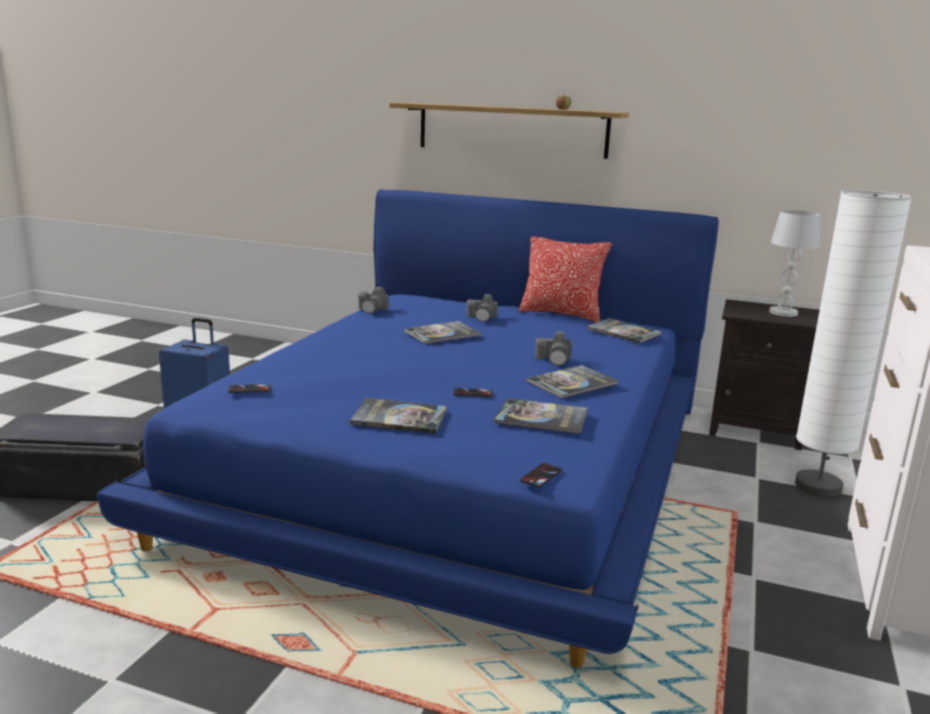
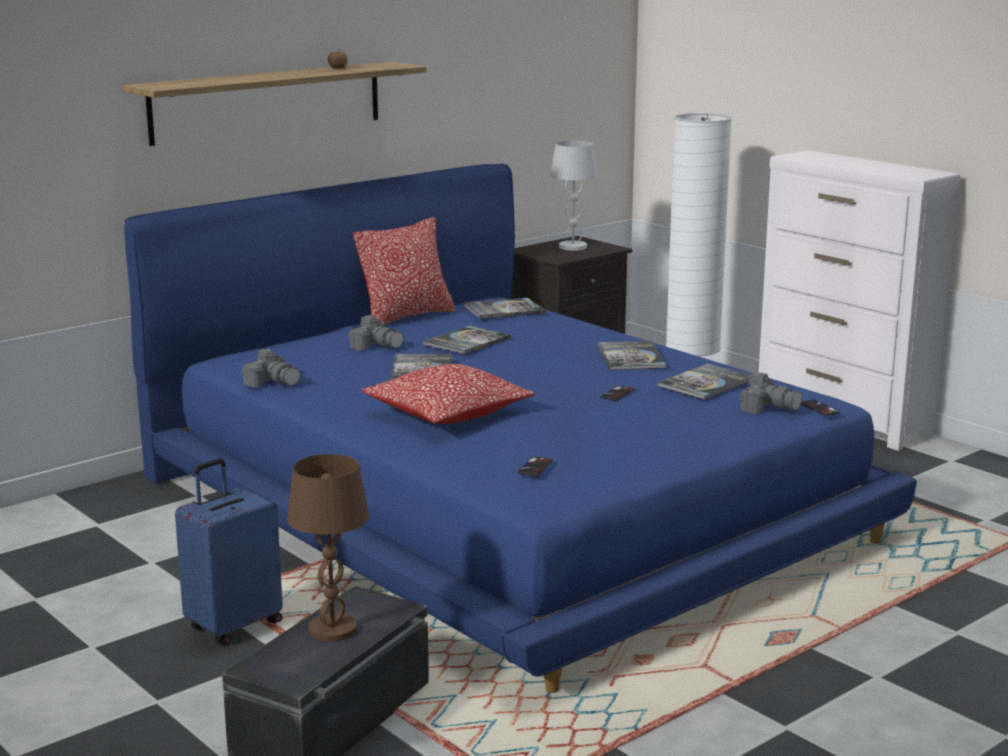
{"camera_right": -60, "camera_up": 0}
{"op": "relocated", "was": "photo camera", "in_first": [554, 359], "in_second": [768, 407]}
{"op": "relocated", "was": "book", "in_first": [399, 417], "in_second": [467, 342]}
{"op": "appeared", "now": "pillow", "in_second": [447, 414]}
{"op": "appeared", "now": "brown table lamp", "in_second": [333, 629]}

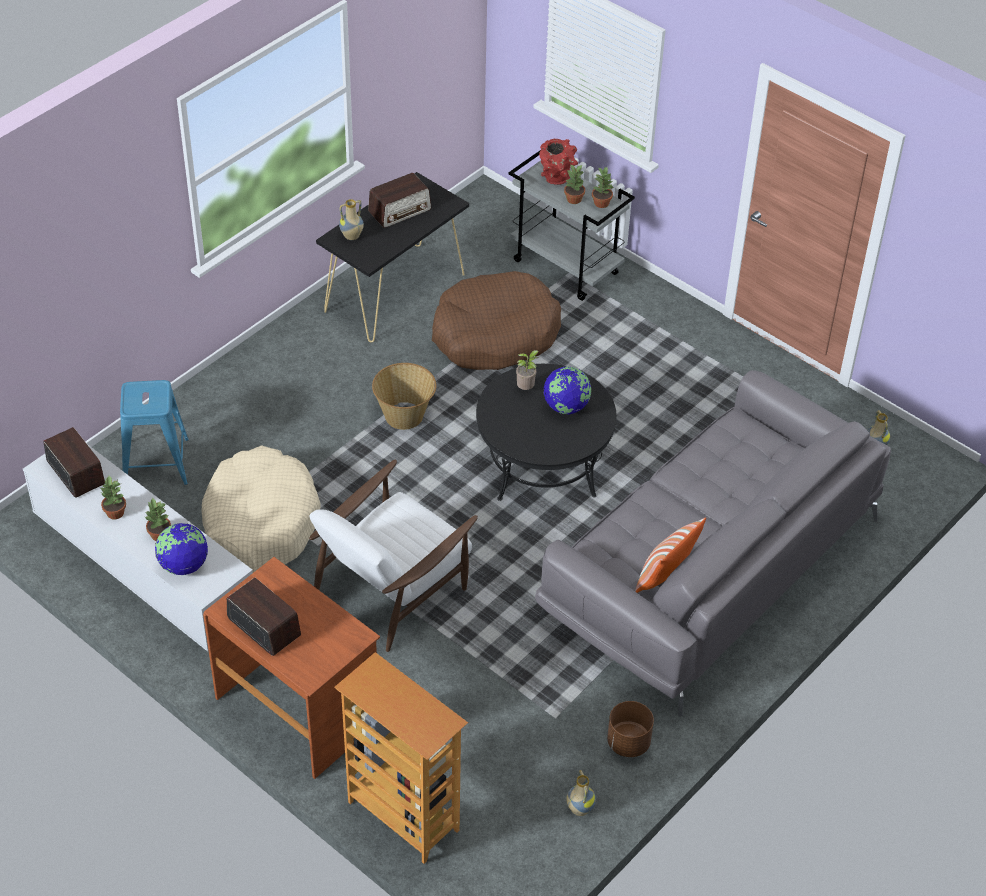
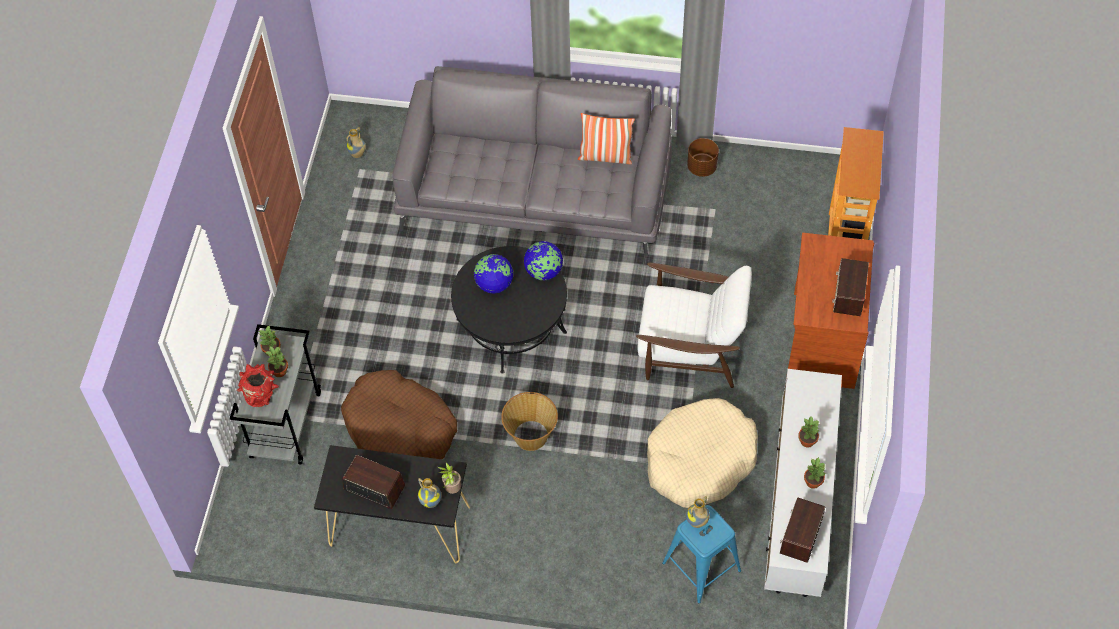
{"camera_right": -120, "camera_up": 10}
{"op": "relocated", "was": "potted plant", "in_first": [526, 388], "in_second": [452, 489]}
{"op": "relocated", "was": "globe", "in_first": [183, 565], "in_second": [543, 272]}
{"op": "relocated", "was": "vase", "in_first": [579, 809], "in_second": [697, 522]}

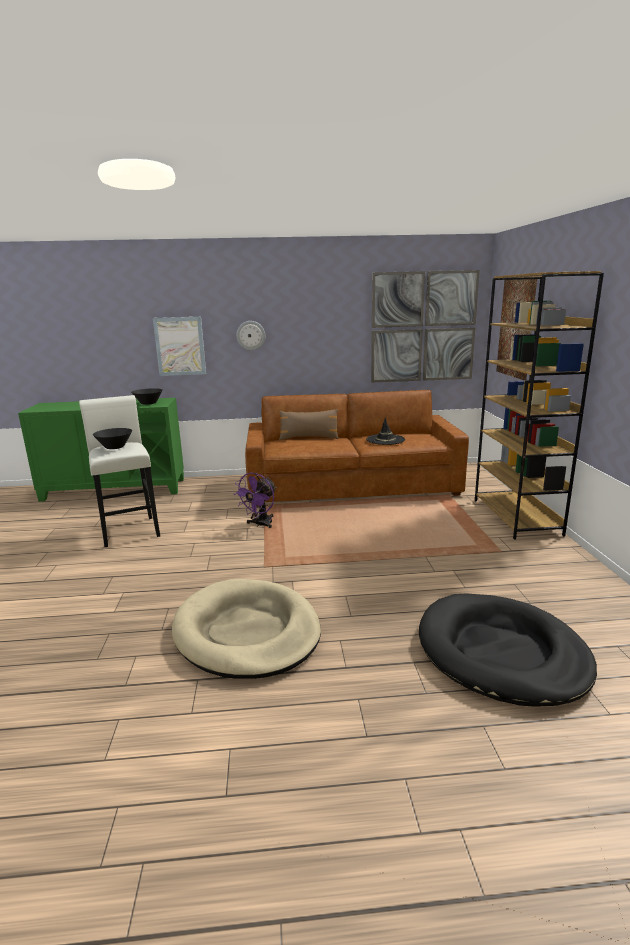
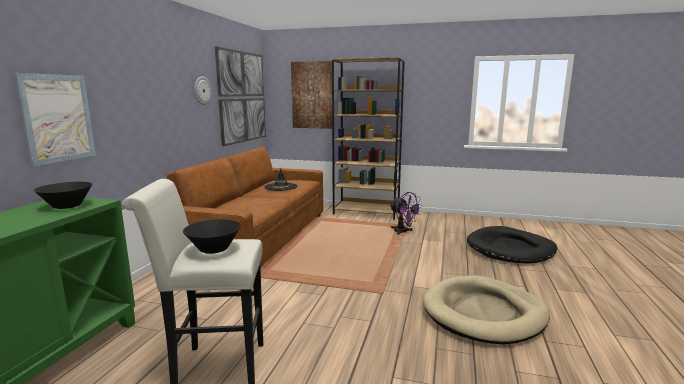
{"camera_right": -70, "camera_up": -5}
{"op": "relocated", "was": "wall clock", "in_first": [251, 335], "in_second": [202, 90]}
{"op": "missing", "was": "brown pillow", "in_first": [309, 438]}
{"op": "relocated", "was": "purple fan", "in_first": [260, 524], "in_second": [403, 232]}

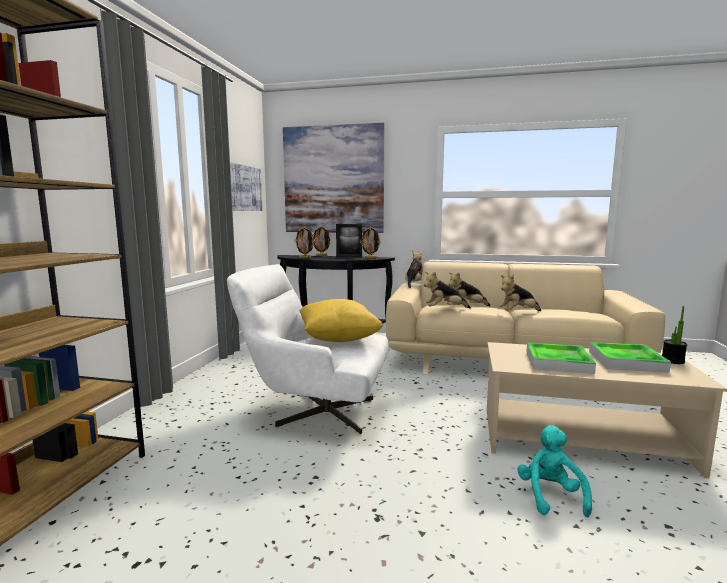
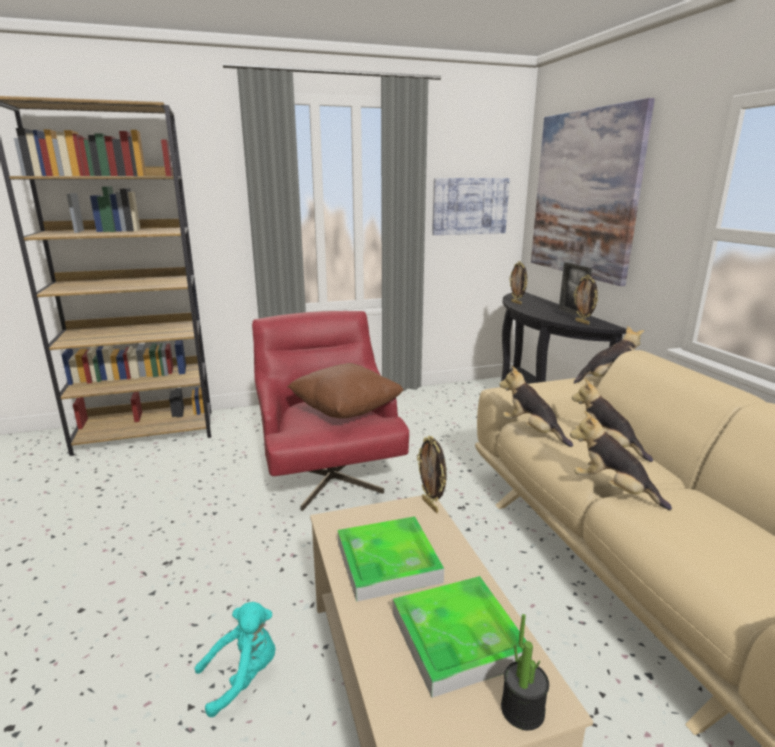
{"camera_right": 60, "camera_up": 10}
{"op": "relocated", "was": "picture frame", "in_first": [321, 256], "in_second": [431, 505]}
{"op": "colour", "was": "white armchair", "now": "red armchair", "in_first": [314, 411], "in_second": [328, 471]}
{"op": "colour", "was": "yellow pillow", "now": "brown pillow", "in_first": [338, 339], "in_second": [346, 410]}

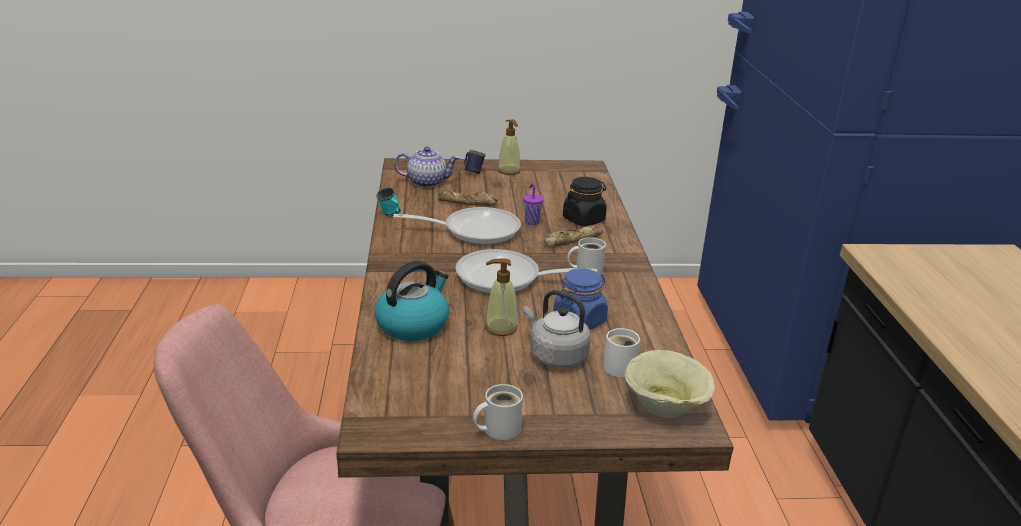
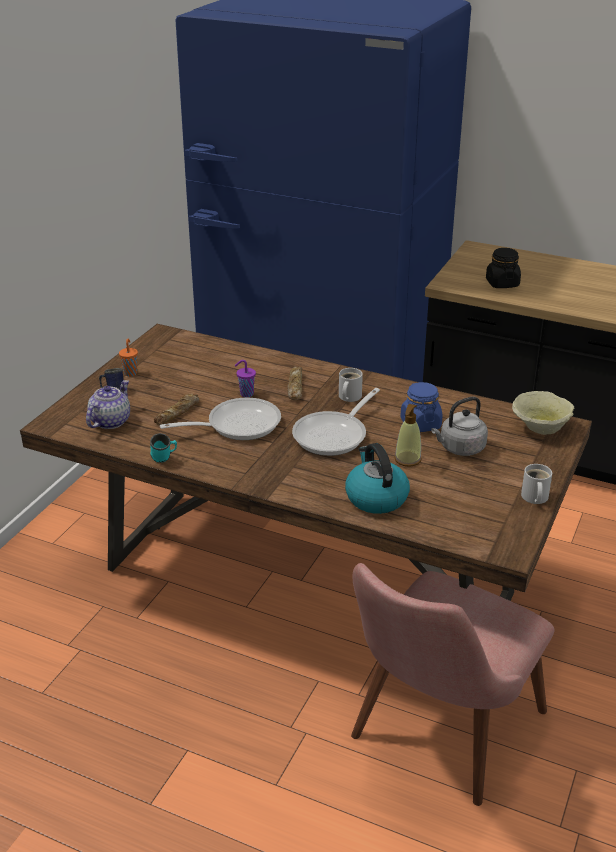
{"camera_right": -60, "camera_up": 5}
{"op": "exchanged", "was": "soap dispenser", "now": "orange cup", "in_first": [509, 171], "in_second": [130, 373]}
{"op": "relocated", "was": "black jar", "in_first": [584, 219], "in_second": [502, 283]}
{"op": "spun", "was": "frying pan", "in_first": [474, 230], "in_second": [237, 425], "clockwise": 45}
{"op": "missing", "was": "white mug", "in_first": [620, 366]}

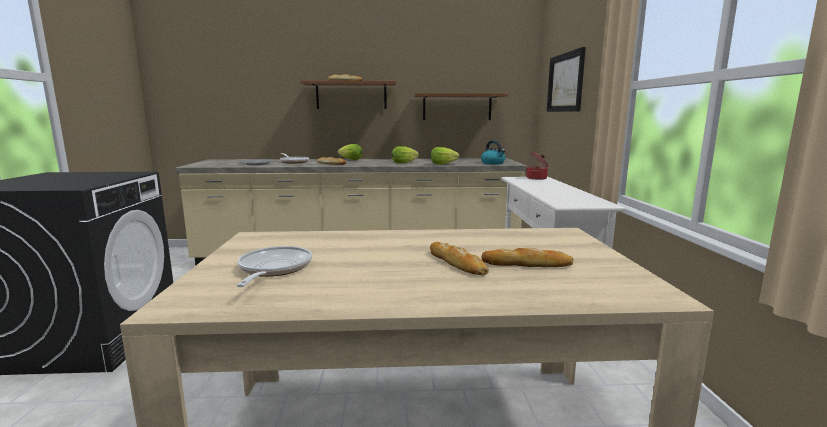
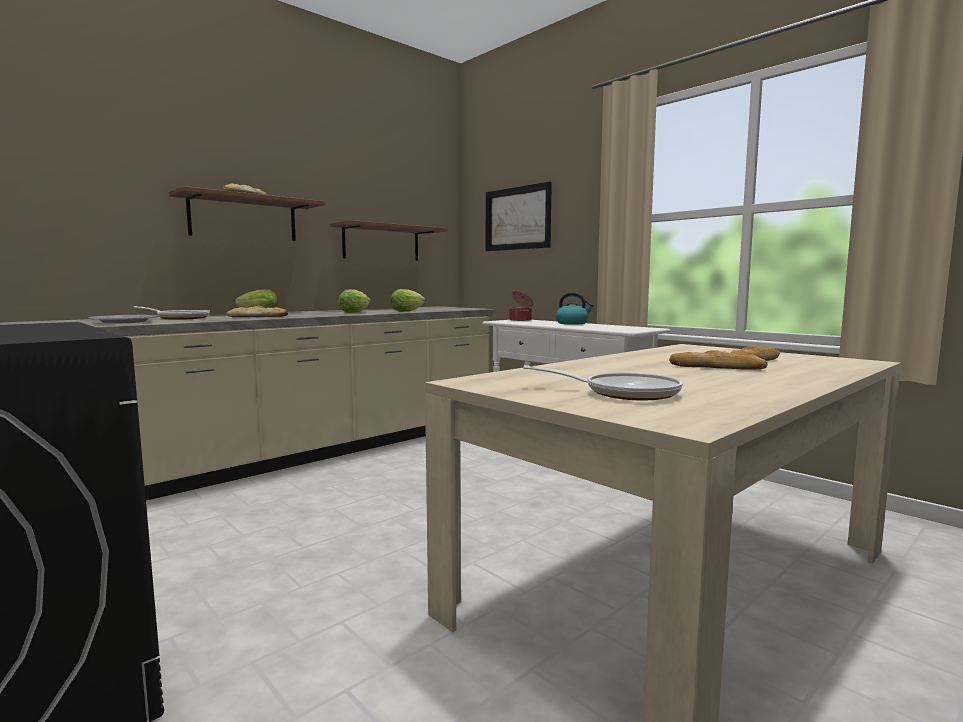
{"camera_right": -40, "camera_up": -5}
{"op": "relocated", "was": "kettle", "in_first": [493, 163], "in_second": [572, 323]}
{"op": "spun", "was": "frying pan", "in_first": [273, 269], "in_second": [623, 393], "clockwise": 150}

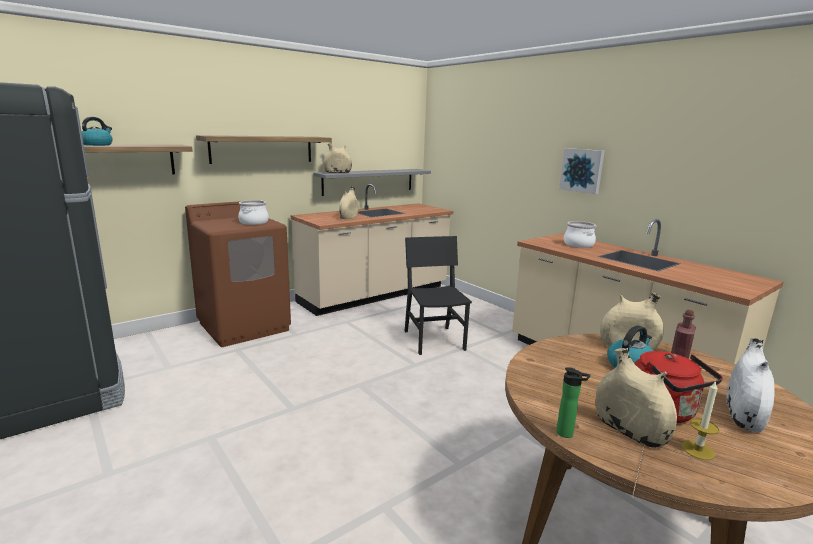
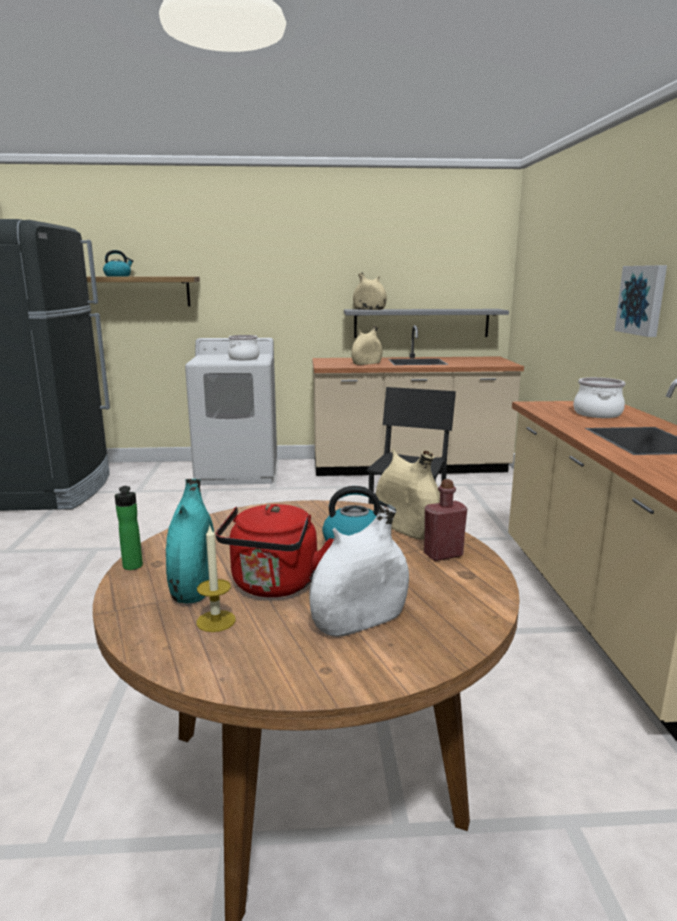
{"camera_right": 35, "camera_up": 0}
{"op": "missing", "was": "shelf", "in_first": [262, 149]}
{"op": "colour", "was": "brown washing machine", "now": "white washing machine", "in_first": [244, 326], "in_second": [238, 472]}
{"op": "colour", "was": "beige vase", "now": "turquoise vase", "in_first": [629, 430], "in_second": [194, 584]}

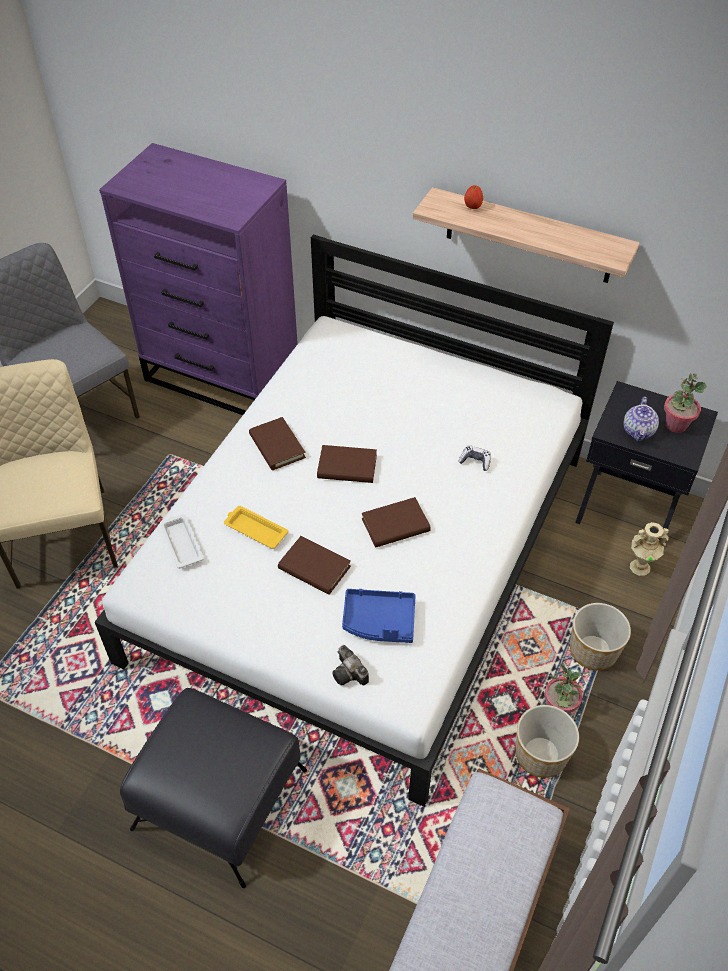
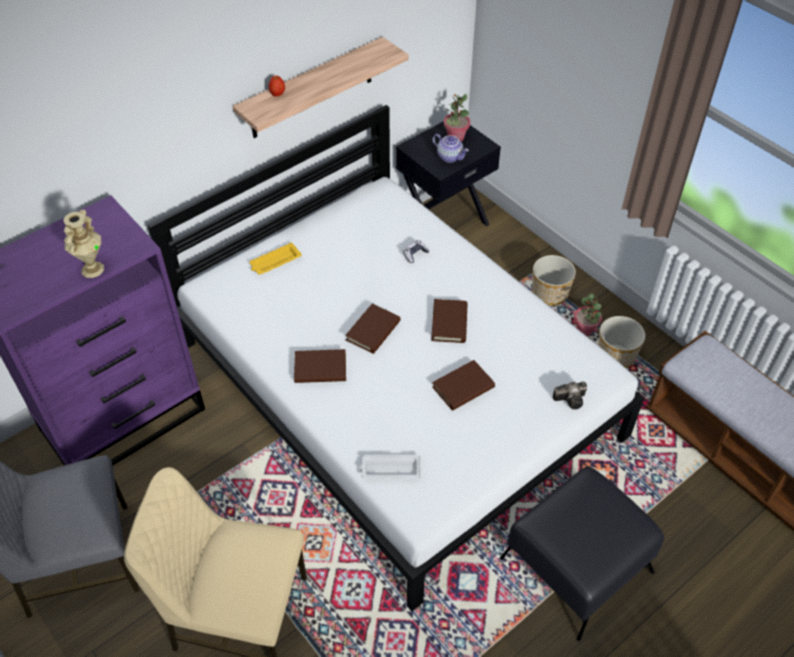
{"camera_right": -65, "camera_up": 0}
{"op": "relocated", "was": "yellow tray", "in_first": [255, 529], "in_second": [274, 262]}
{"op": "relocated", "was": "beige vase", "in_first": [640, 567], "in_second": [92, 269]}
{"op": "missing", "was": "blue tray", "in_first": [379, 621]}

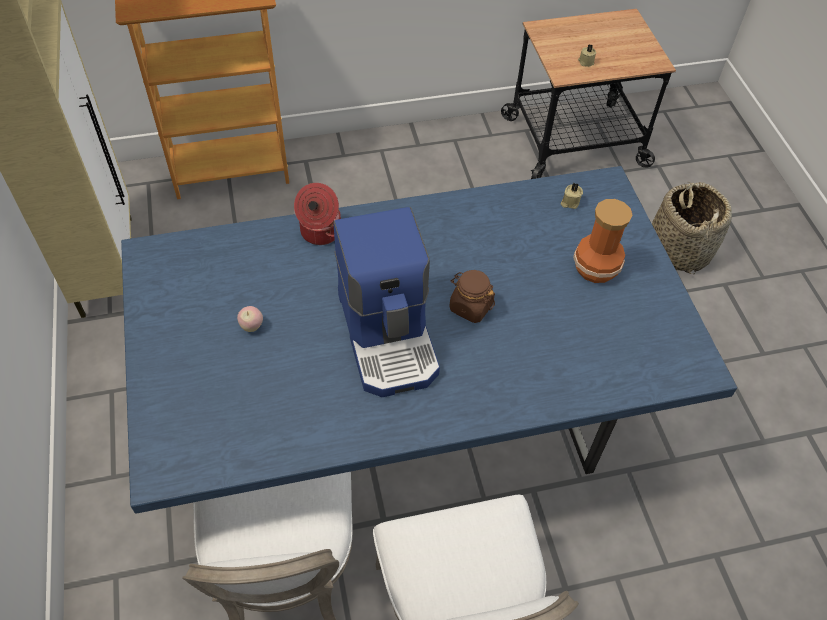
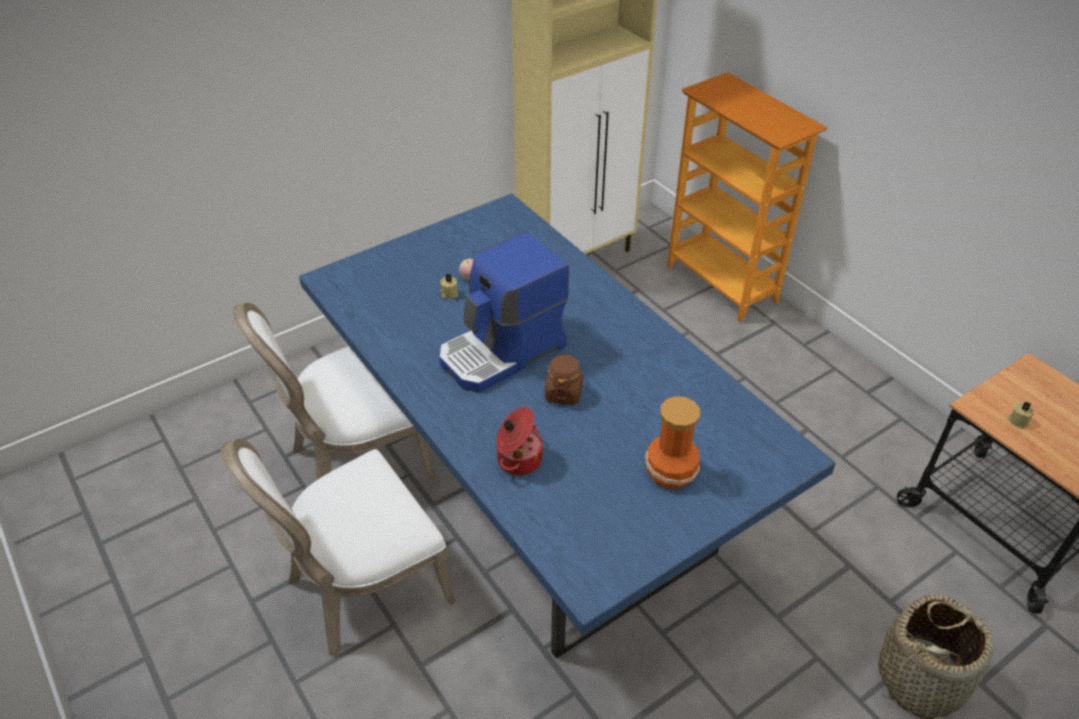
{"camera_right": 70, "camera_up": -10}
{"op": "relocated", "was": "cooking pot", "in_first": [319, 232], "in_second": [518, 459]}
{"op": "relocated", "was": "beige candle", "in_first": [569, 202], "in_second": [449, 293]}

